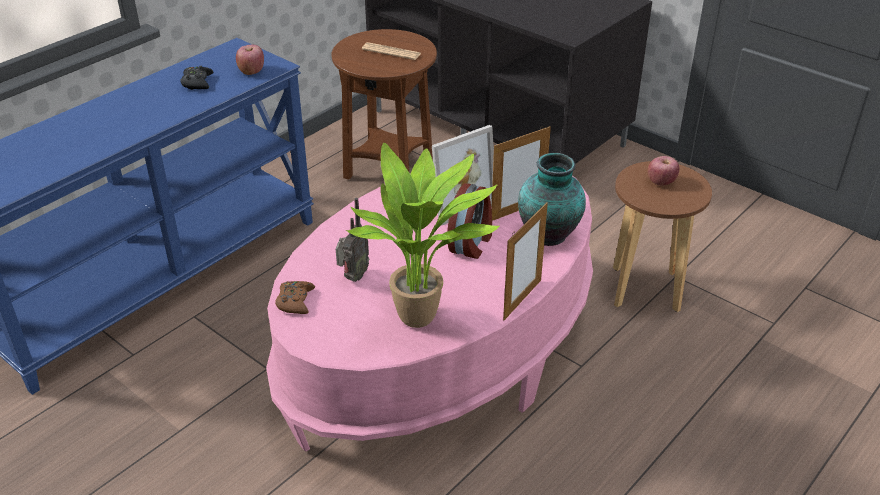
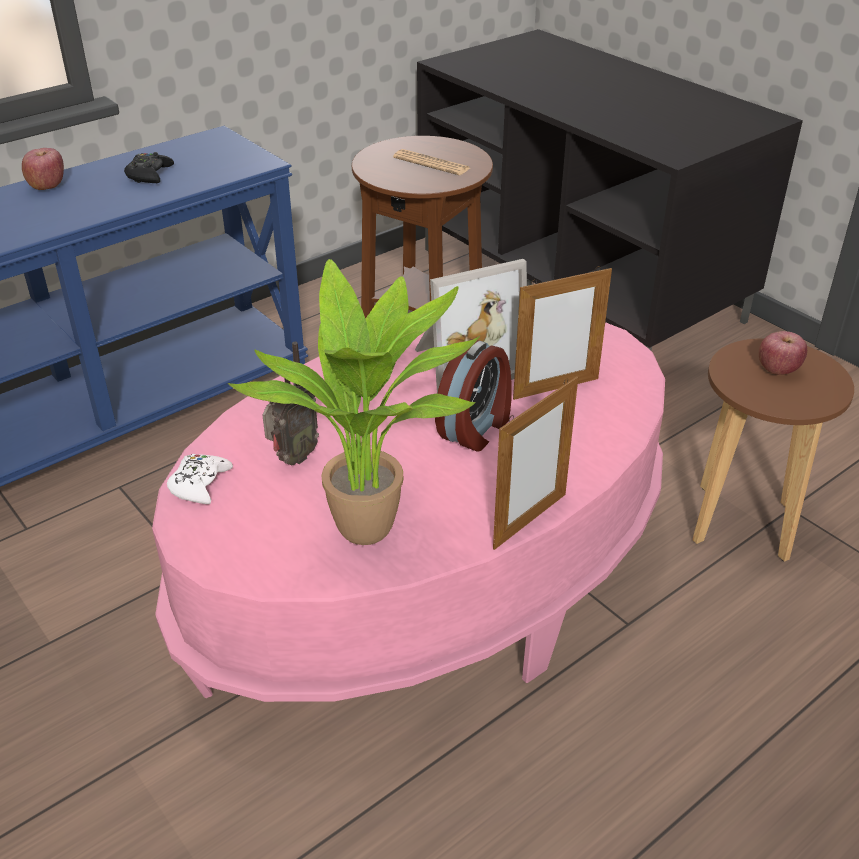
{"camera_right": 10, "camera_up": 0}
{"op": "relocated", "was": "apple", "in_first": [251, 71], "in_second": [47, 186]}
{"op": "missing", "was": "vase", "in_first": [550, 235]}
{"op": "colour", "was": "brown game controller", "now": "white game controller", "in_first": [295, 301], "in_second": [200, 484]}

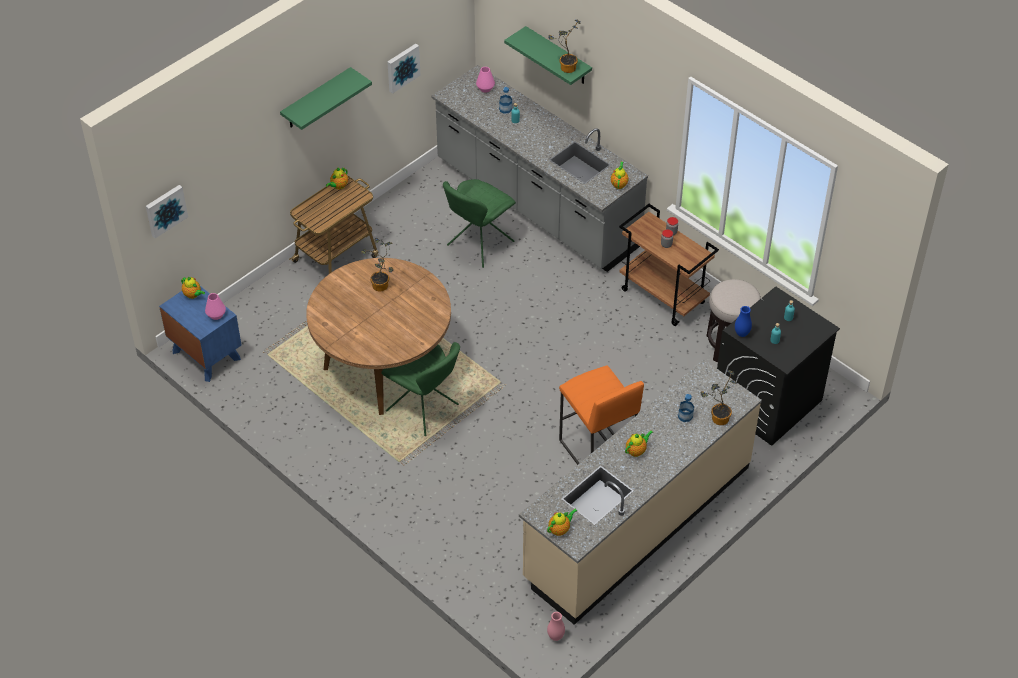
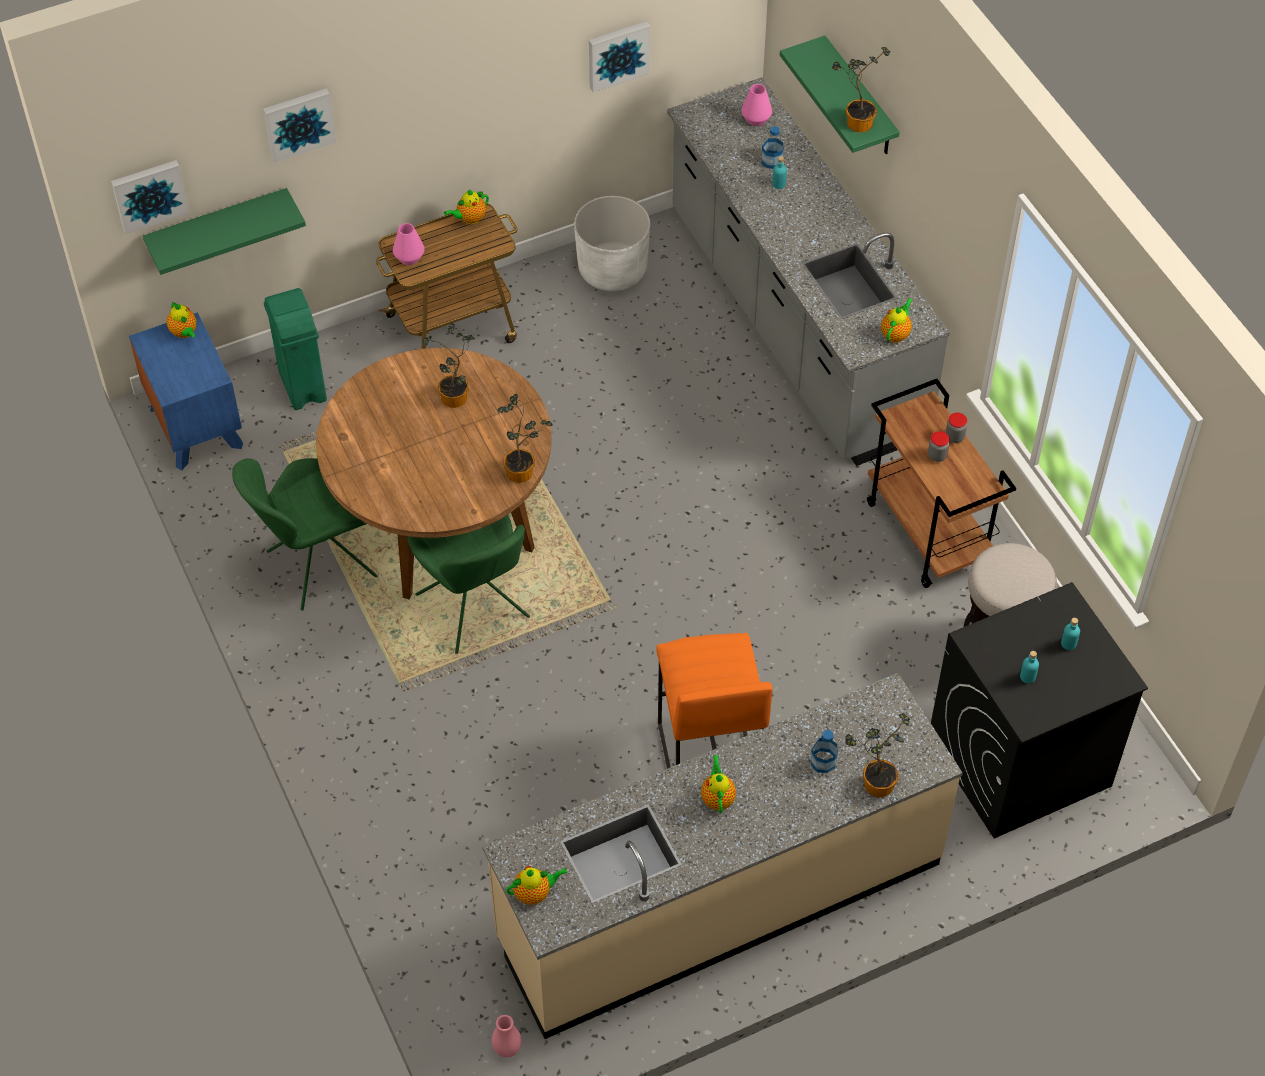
{"camera_right": 20, "camera_up": 5}
{"op": "relocated", "was": "green shelf", "in_first": [316, 99], "in_second": [218, 226]}
{"op": "relocated", "was": "green chair", "in_first": [478, 245], "in_second": [317, 566]}
{"op": "relocated", "was": "pink vase", "in_first": [216, 315], "in_second": [409, 257]}
{"op": "missing", "was": "blue vase", "in_first": [741, 333]}
{"op": "spun", "was": "teapot", "in_first": [636, 451], "in_second": [717, 797], "clockwise": -75}
{"op": "appeared", "now": "picture", "in_second": [298, 123]}
{"op": "appeared", "now": "white planter", "in_second": [612, 269]}
{"op": "appeared", "now": "green trash can", "in_second": [302, 387]}
{"op": "appeared", "now": "potted plant", "in_second": [524, 471]}

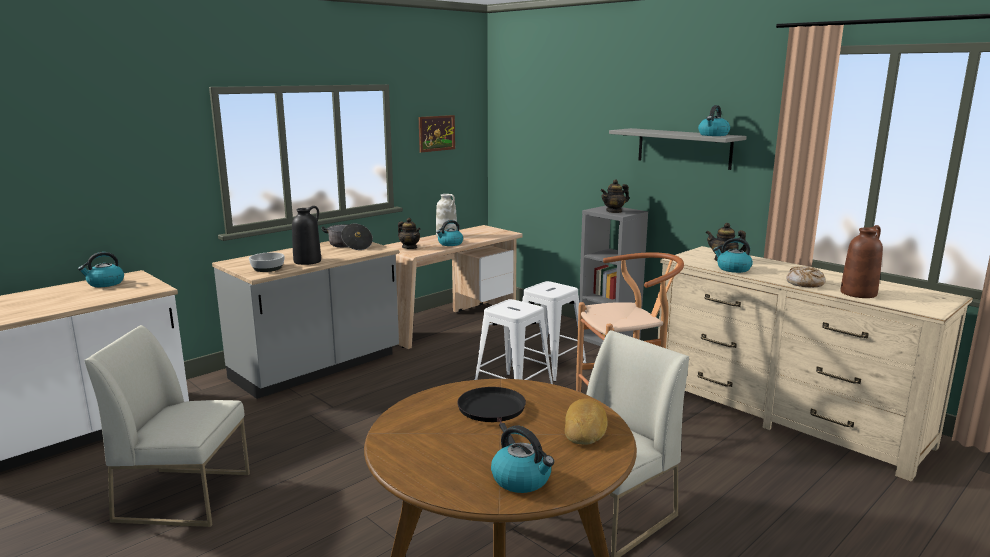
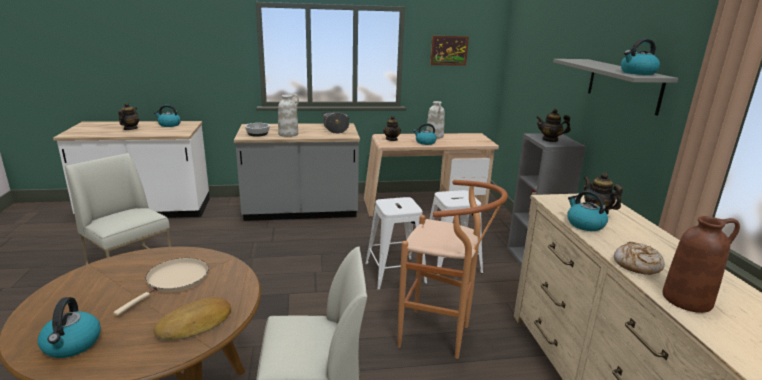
{"camera_right": 35, "camera_up": 5}
{"op": "colour", "was": "black vase", "now": "white vase", "in_first": [307, 261], "in_second": [288, 134]}
{"op": "colour", "was": "black frying pan", "now": "beige frying pan", "in_first": [493, 411], "in_second": [175, 281]}
{"op": "appeared", "now": "teapot", "in_second": [130, 129]}

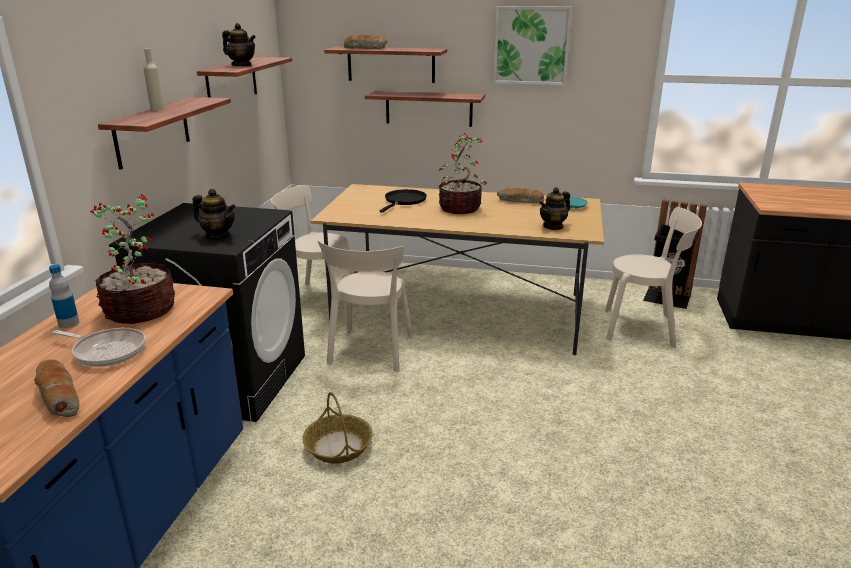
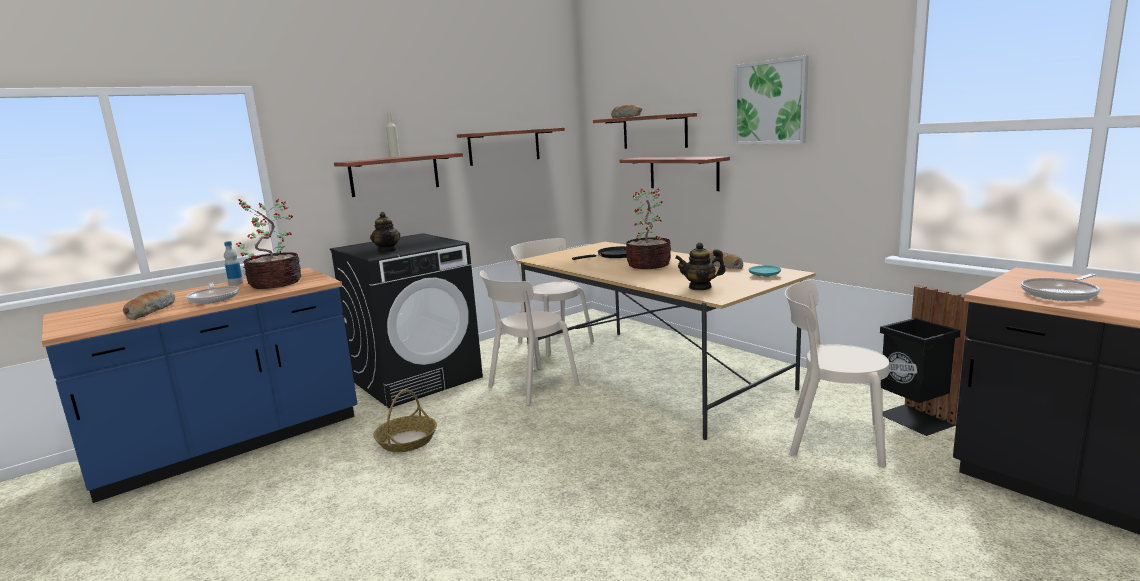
{"camera_right": 40, "camera_up": -10}
{"op": "missing", "was": "teapot", "in_first": [242, 66]}
{"op": "spun", "was": "beige chair", "in_first": [643, 328], "in_second": [829, 439], "clockwise": 150}
{"op": "appeared", "now": "frying pan", "in_second": [1061, 294]}

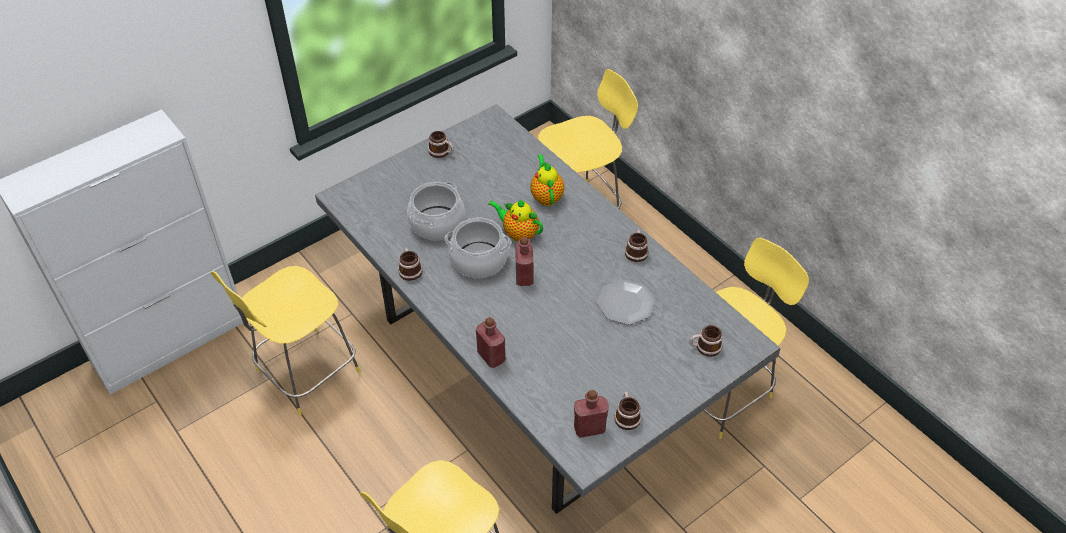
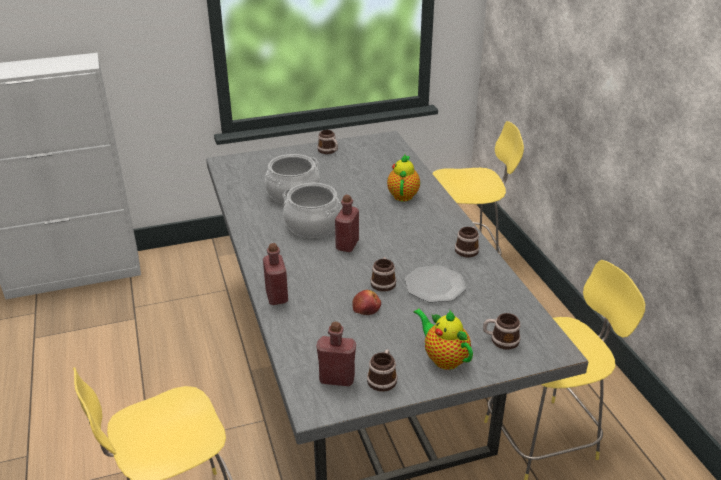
{"camera_right": 20, "camera_up": -15}
{"op": "relocated", "was": "teapot", "in_first": [518, 233], "in_second": [443, 358]}
{"op": "relocated", "was": "mug", "in_first": [410, 269], "in_second": [383, 282]}
{"op": "missing", "was": "yellow stool", "in_first": [304, 373]}
{"op": "appeared", "now": "apple", "in_second": [367, 308]}

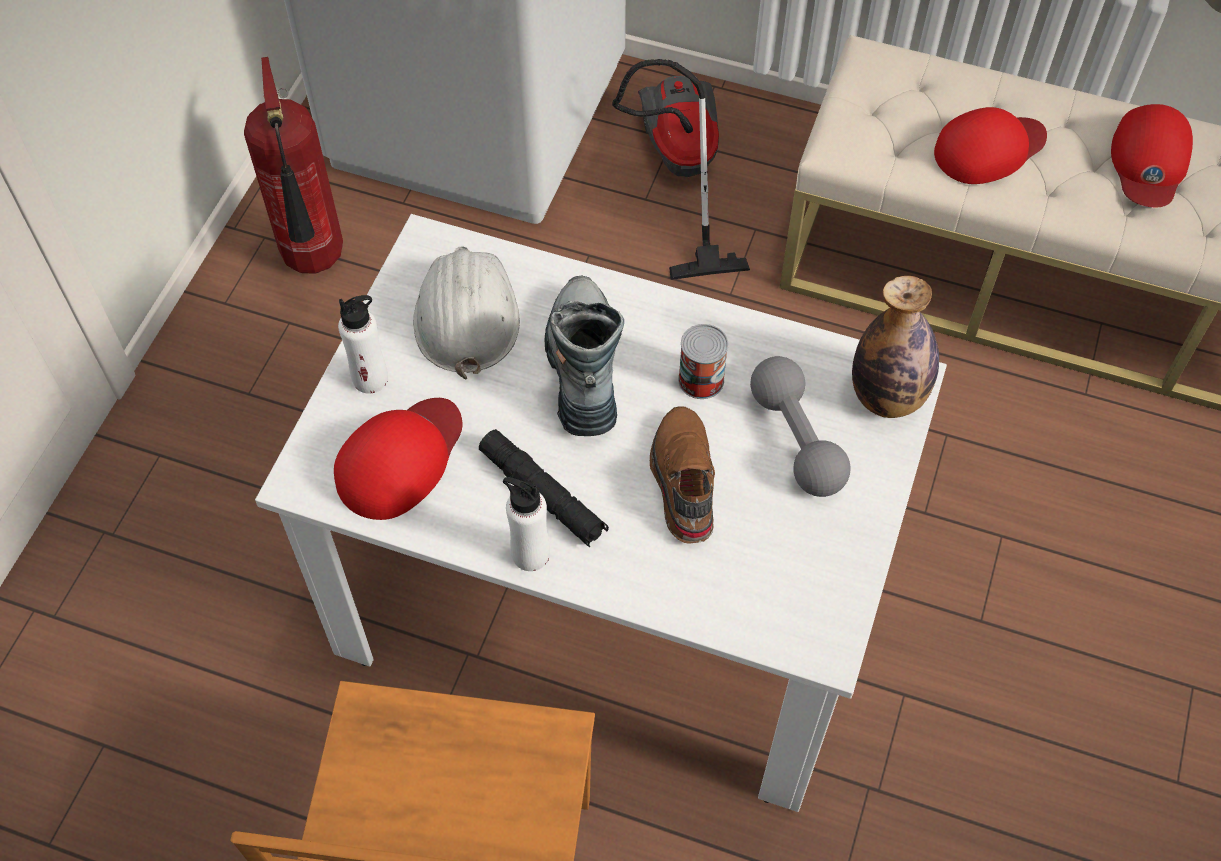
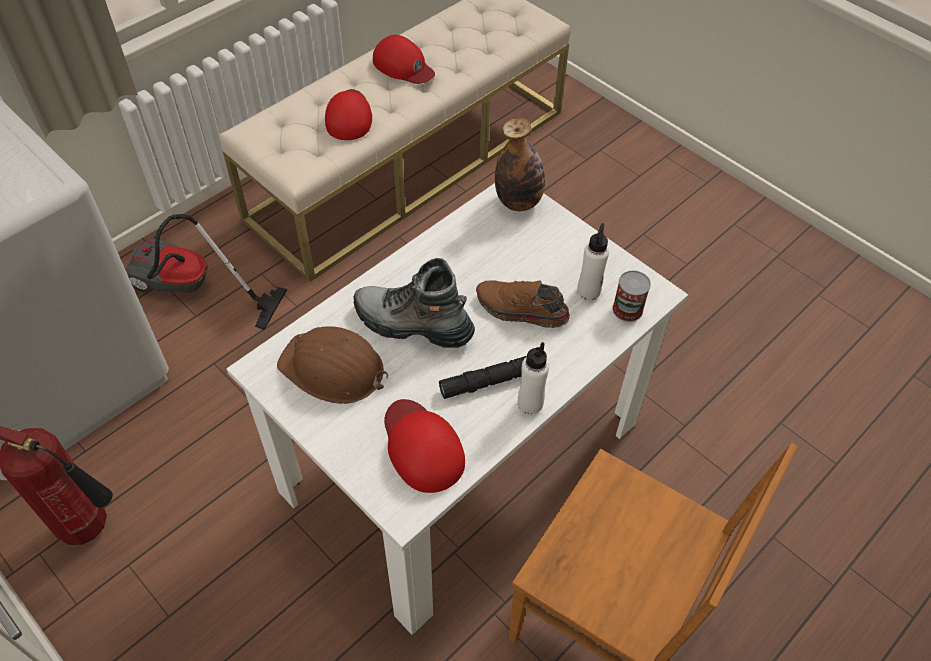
{"camera_right": -65, "camera_up": -5}
{"op": "colour", "was": "white hard hat", "now": "brown hard hat", "in_first": [465, 316], "in_second": [333, 369]}
{"op": "relocated", "was": "white bottle", "in_first": [370, 378], "in_second": [588, 291]}
{"op": "relocated", "was": "can", "in_first": [701, 380], "in_second": [627, 309]}
{"op": "missing", "was": "grey dumbbell", "in_first": [796, 439]}

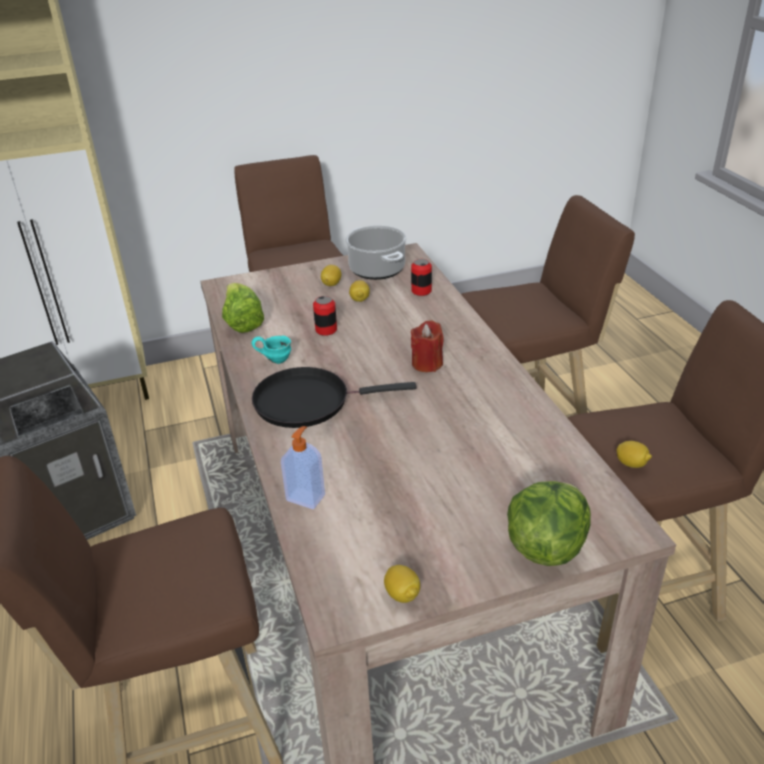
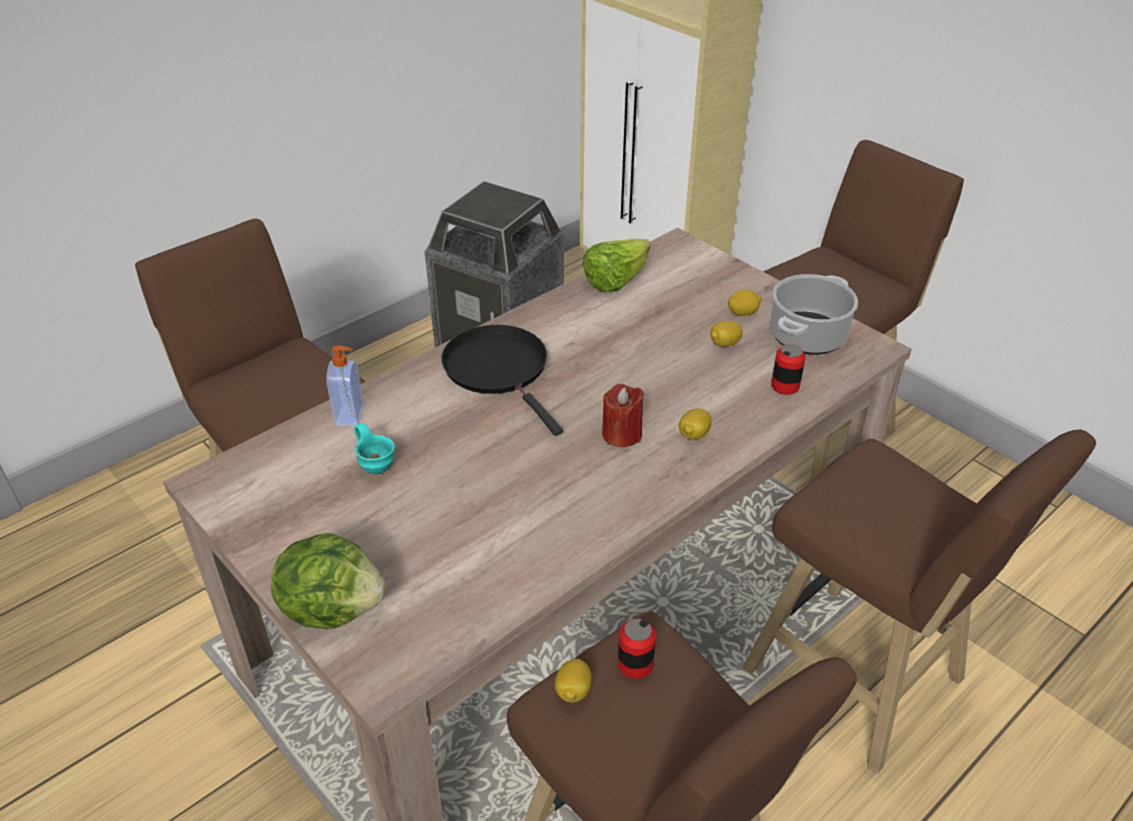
{"camera_right": 65, "camera_up": 5}
{"op": "relocated", "was": "can", "in_first": [326, 330], "in_second": [635, 664]}
{"op": "relocated", "was": "turquoise mug", "in_first": [275, 360], "in_second": [377, 465]}
{"op": "relocated", "was": "lemon", "in_first": [402, 594], "in_second": [694, 435]}

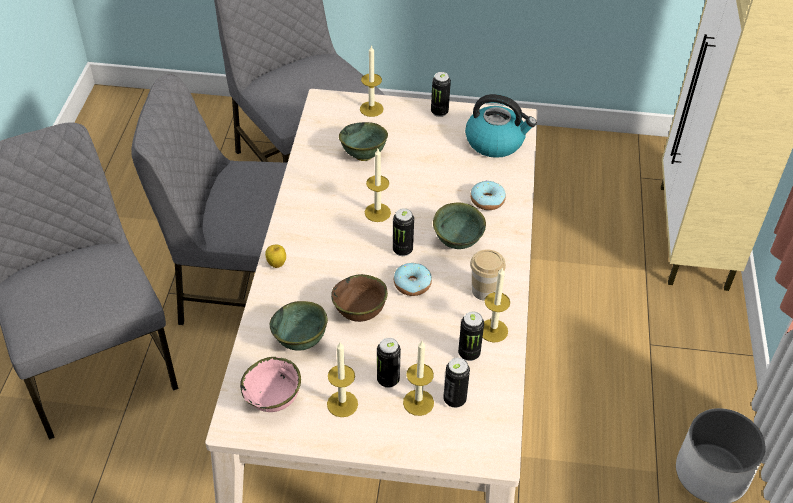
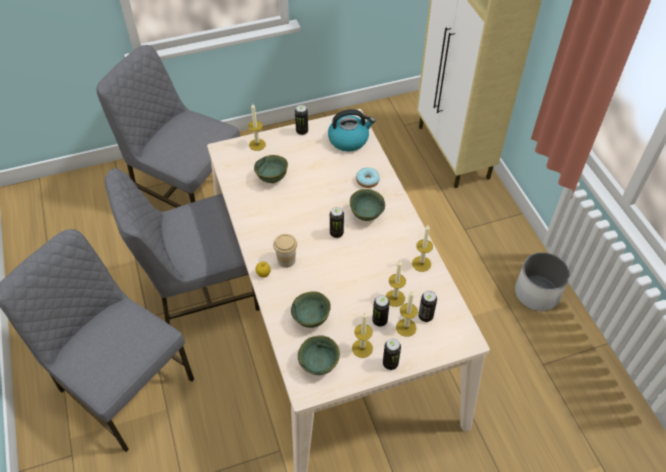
{"camera_right": -25, "camera_up": 5}
{"op": "relocated", "was": "candle", "in_first": [377, 212], "in_second": [395, 298]}
{"op": "relocated", "was": "cup", "in_first": [484, 290], "in_second": [286, 260]}
{"op": "missing", "was": "donut", "in_first": [412, 284]}
{"op": "missing", "was": "brown bowl", "in_first": [359, 314]}
{"op": "relocated", "was": "can", "in_first": [469, 353], "in_second": [390, 363]}
{"op": "colour", "was": "pink bowl", "now": "green bowl", "in_first": [274, 401], "in_second": [320, 365]}

